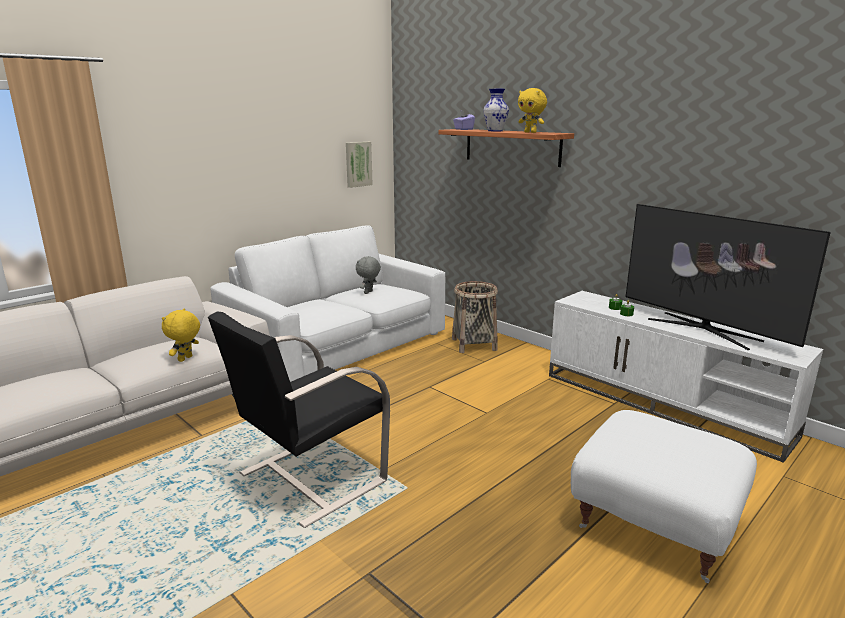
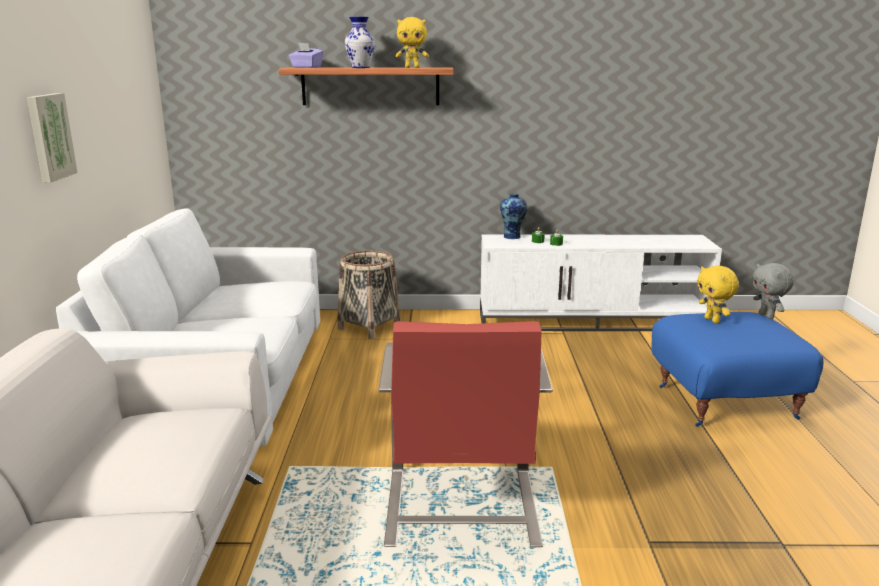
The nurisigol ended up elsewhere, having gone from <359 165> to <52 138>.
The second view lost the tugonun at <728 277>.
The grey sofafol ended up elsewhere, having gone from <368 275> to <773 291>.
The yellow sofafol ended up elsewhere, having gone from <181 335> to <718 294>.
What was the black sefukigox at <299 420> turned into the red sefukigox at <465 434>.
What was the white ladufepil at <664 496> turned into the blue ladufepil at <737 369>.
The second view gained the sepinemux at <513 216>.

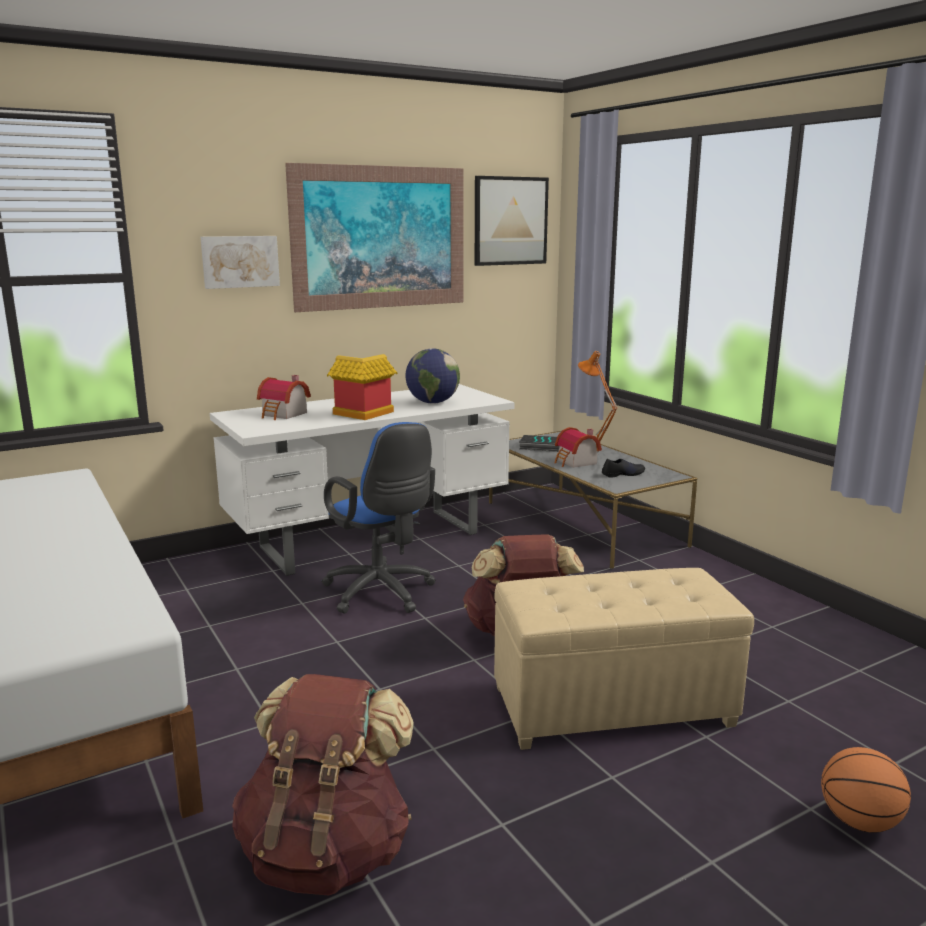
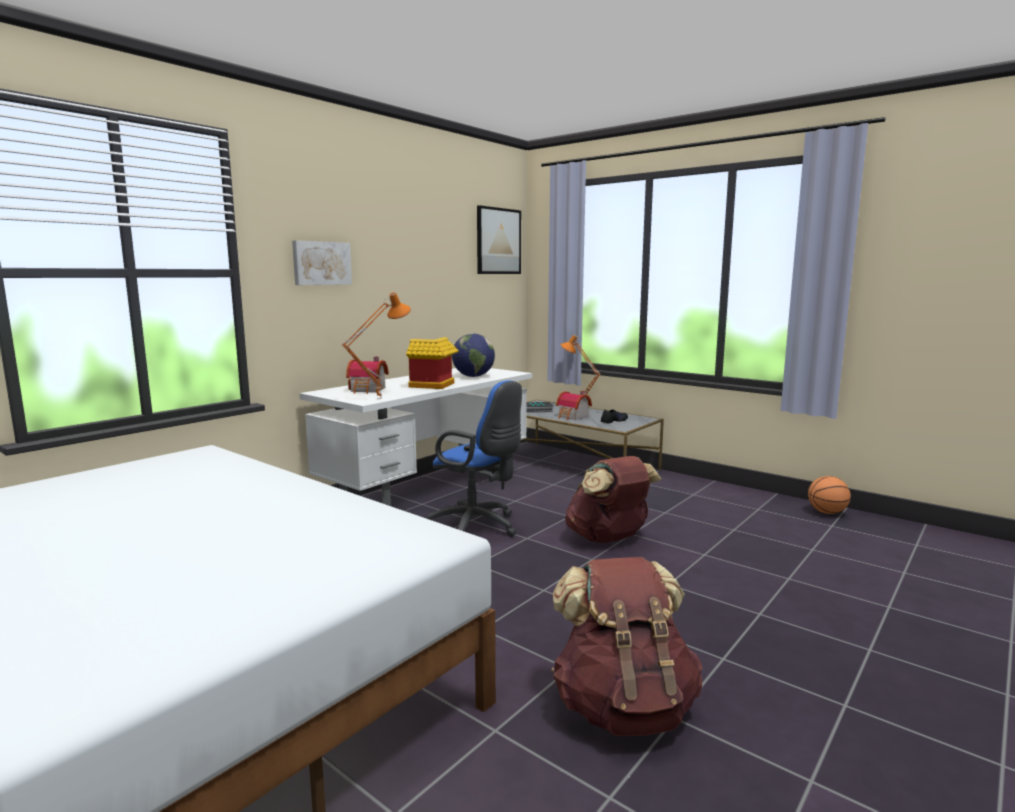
The second view lost the nurisigol at <374 237>.
The second view lost the beige ladufepil at <624 659>.
The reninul ended up elsewhere, having gone from <866 790> to <829 495>.
The second view gained the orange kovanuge at <376 345>.

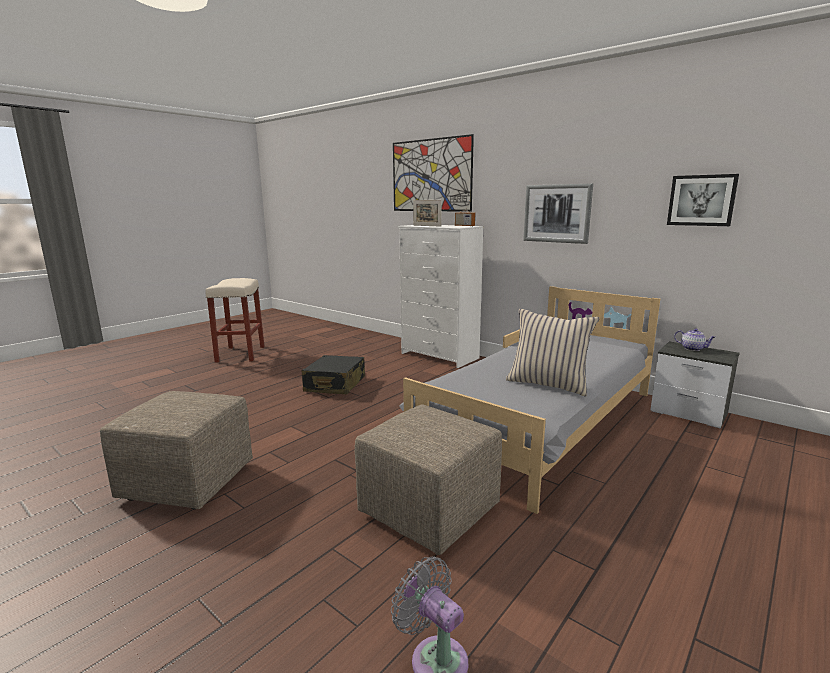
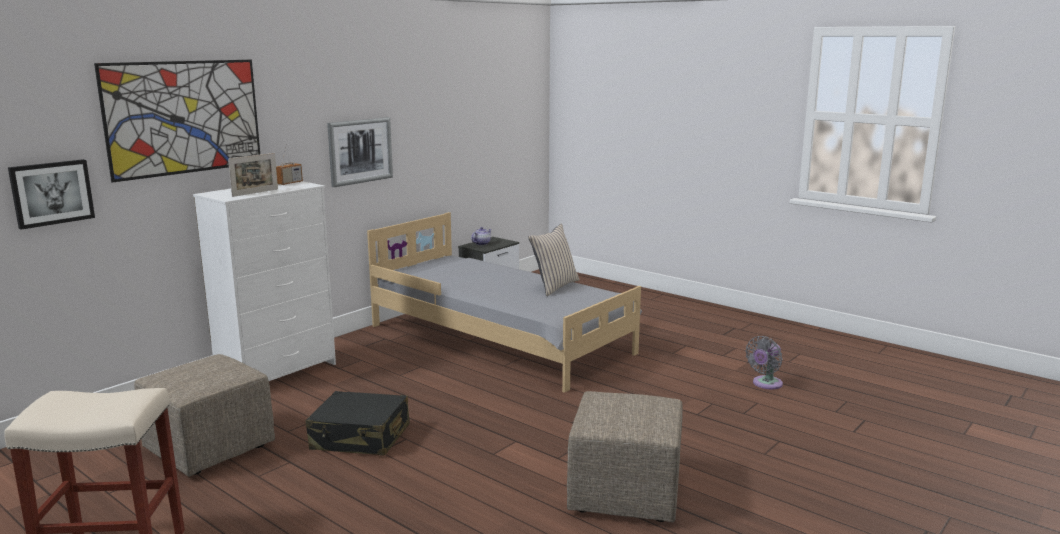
The nurisigol ended up elsewhere, having gone from <703 200> to <51 194>.
The beige ladufepil ended up elsewhere, having gone from <428 480> to <204 415>.

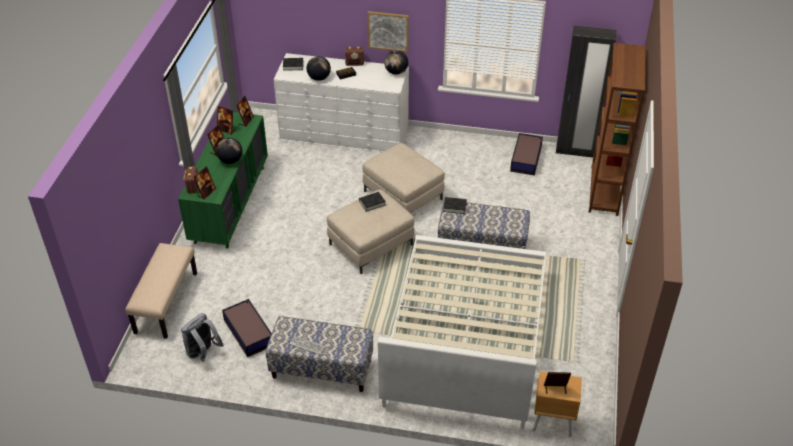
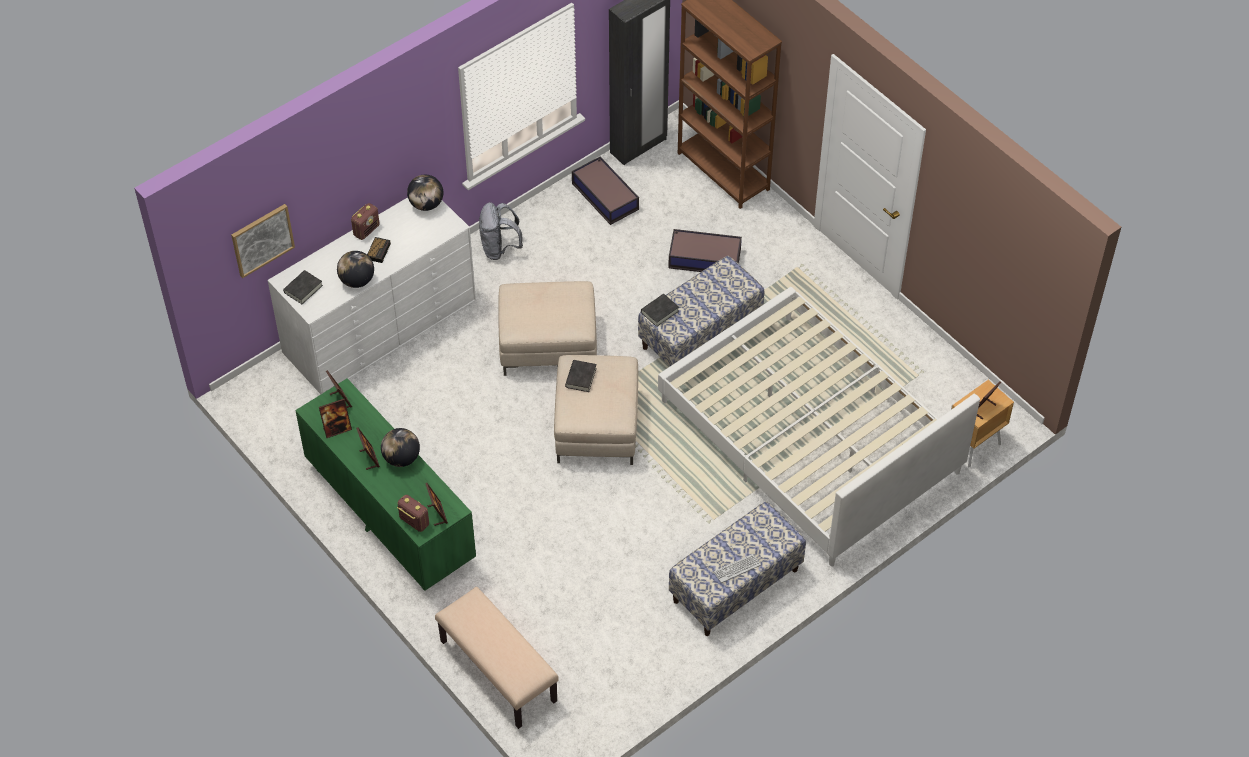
The nurisigol ended up elsewhere, having gone from <388 31> to <263 241>.
The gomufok ended up elsewhere, having gone from <247 328> to <705 250>.
The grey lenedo ended up elsewhere, having gone from <202 337> to <501 231>.

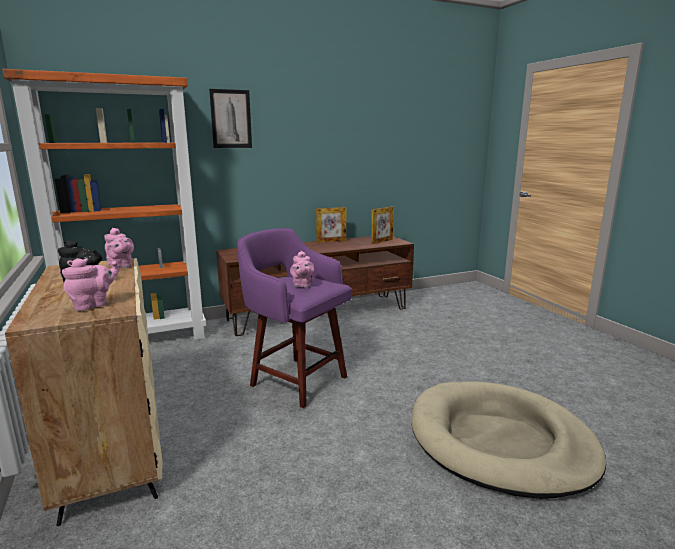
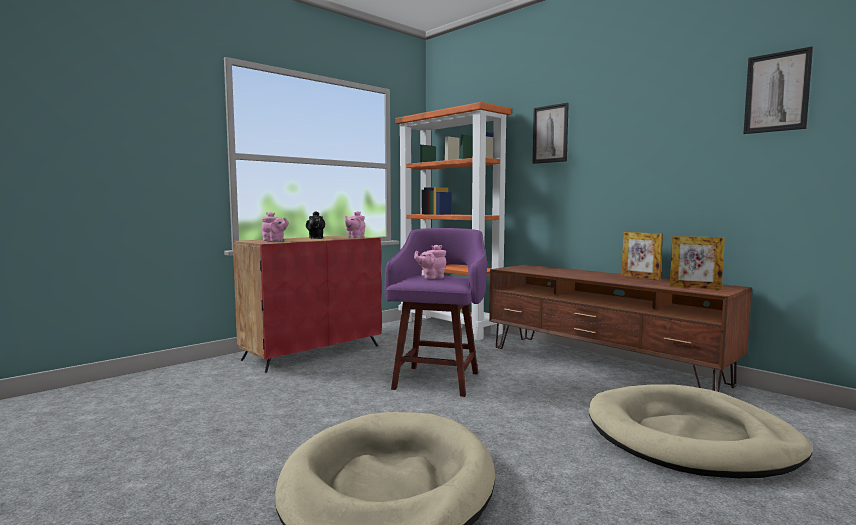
What was the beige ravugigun at <83 392> turned into the red ravugigun at <307 304>.
The second view gained the nurisigol at <778 90>.
The second view gained the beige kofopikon at <700 431>.

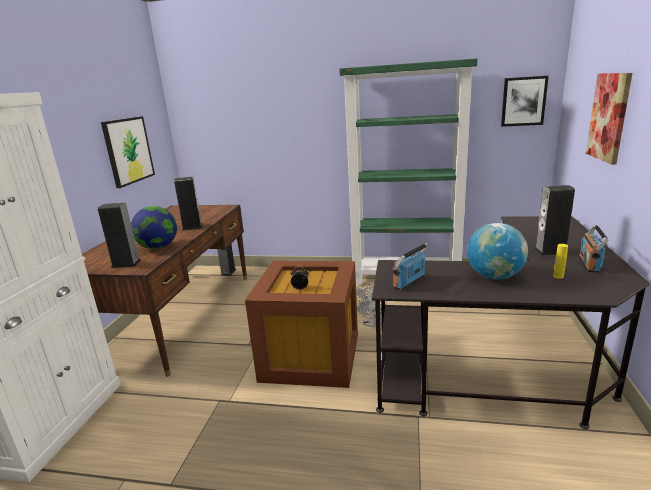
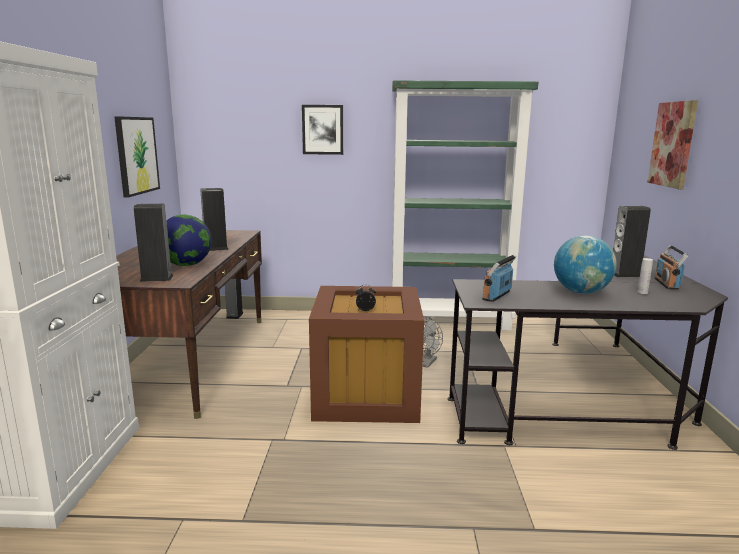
The nurisigol ended up elsewhere, having gone from <525 101> to <322 130>.
What was the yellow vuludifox at <560 261> turned into the white vuludifox at <645 276>.

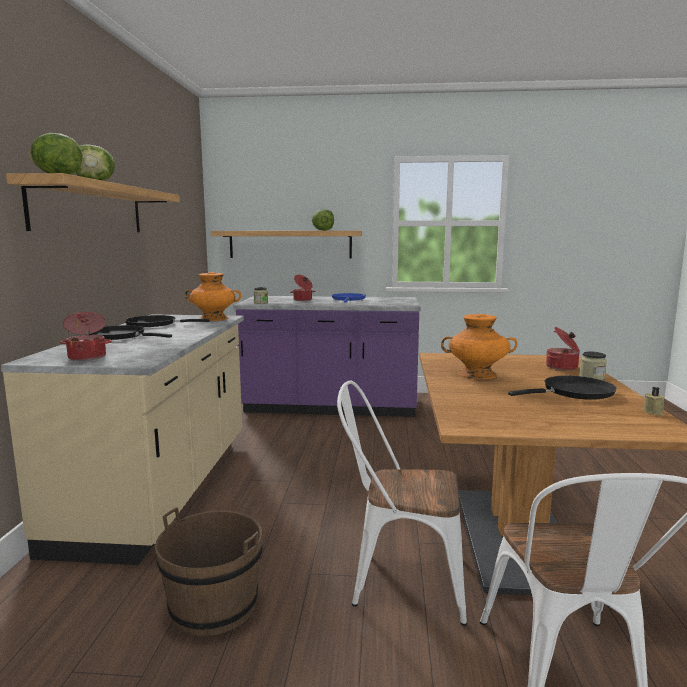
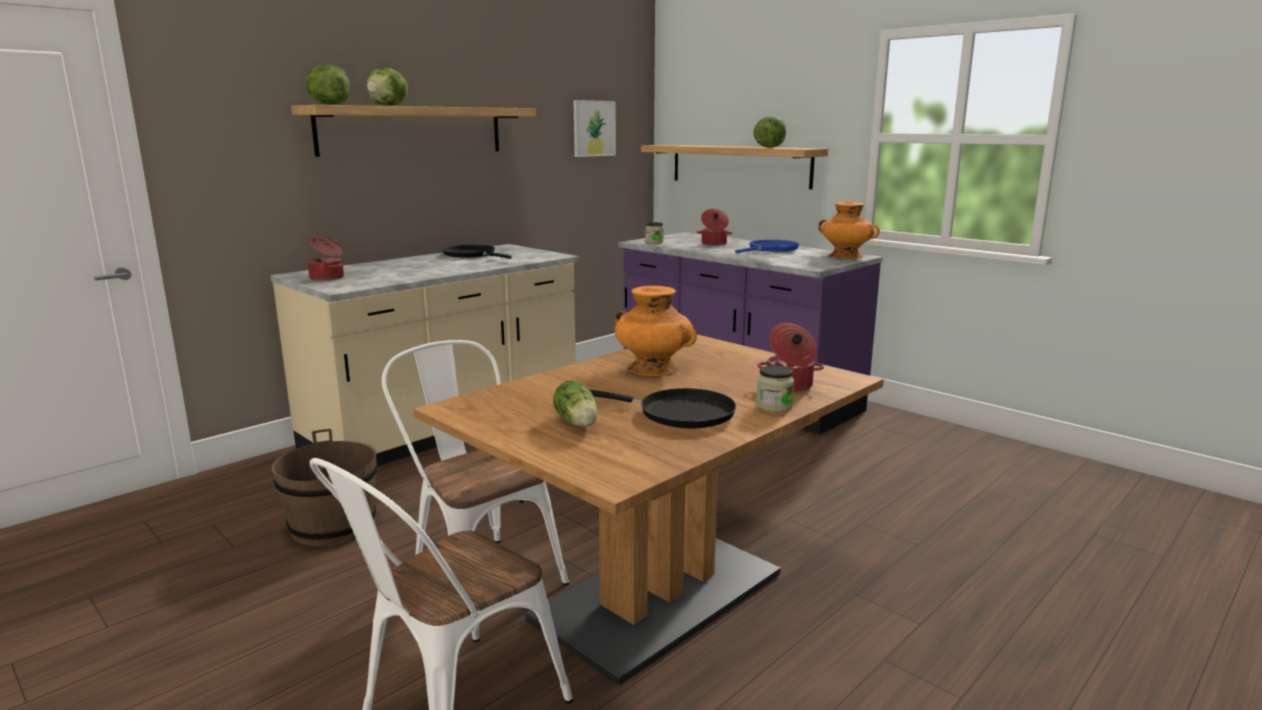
The orange sepinemux ended up elsewhere, having gone from <212 296> to <849 230>.
The second view lost the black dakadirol at <130 332>.
The second view lost the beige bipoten at <654 401>.
The second view gained the nurisigol at <594 128>.
The second view gained the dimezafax at <575 403>.

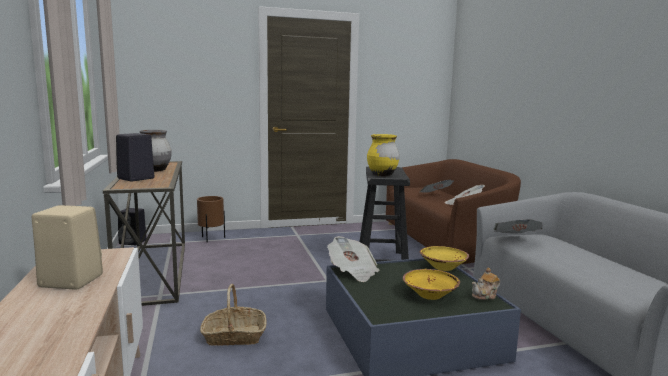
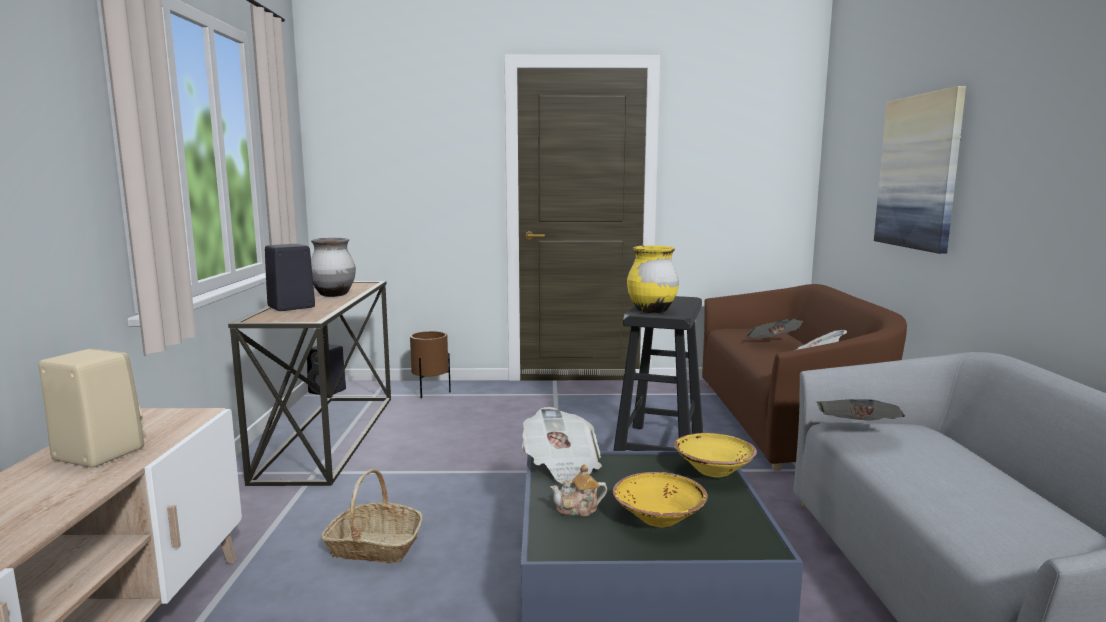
The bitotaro ended up elsewhere, having gone from <486 284> to <578 490>.
The second view gained the nurisigol at <920 170>.

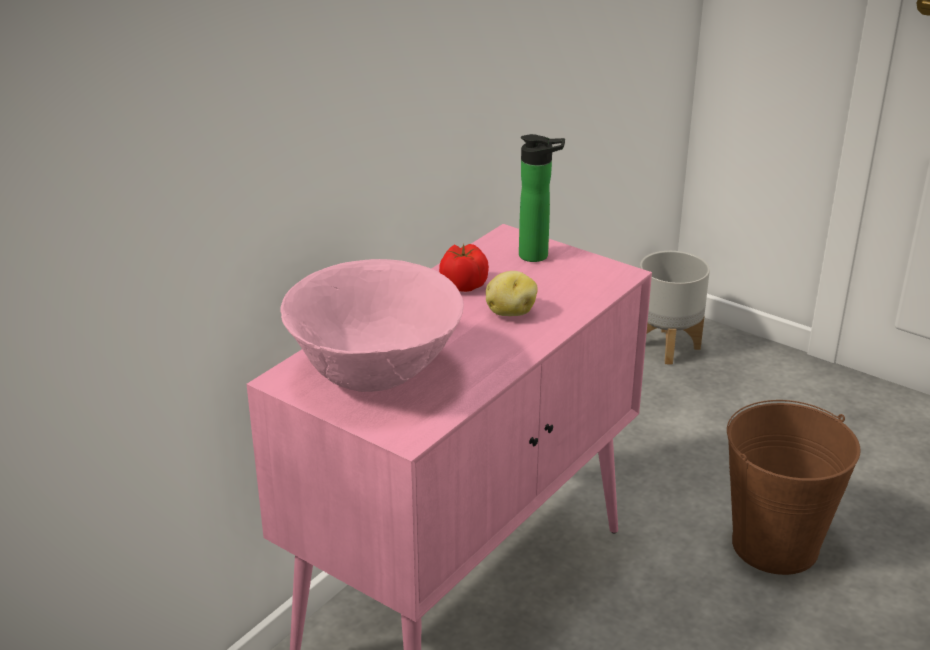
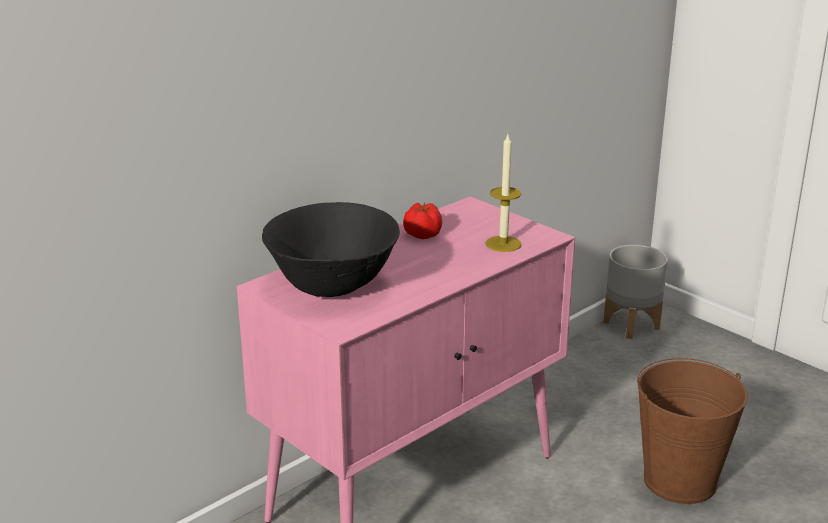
The second view lost the vuludifox at <542 198>.
What was the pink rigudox at <372 325> turned into the black rigudox at <331 249>.
The second view lost the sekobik at <511 293>.
The second view gained the bipoten at <504 193>.

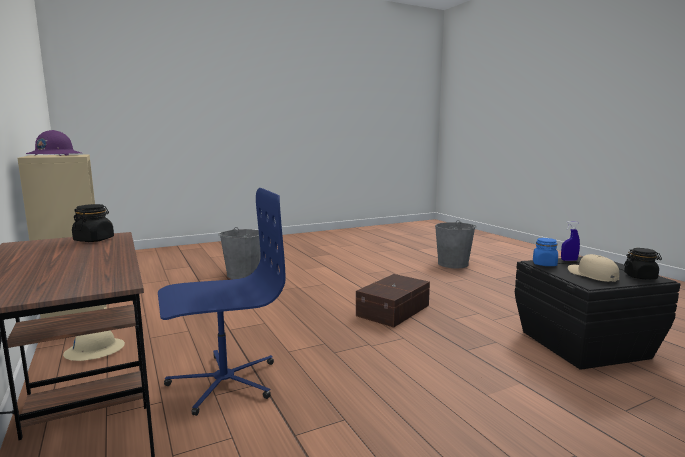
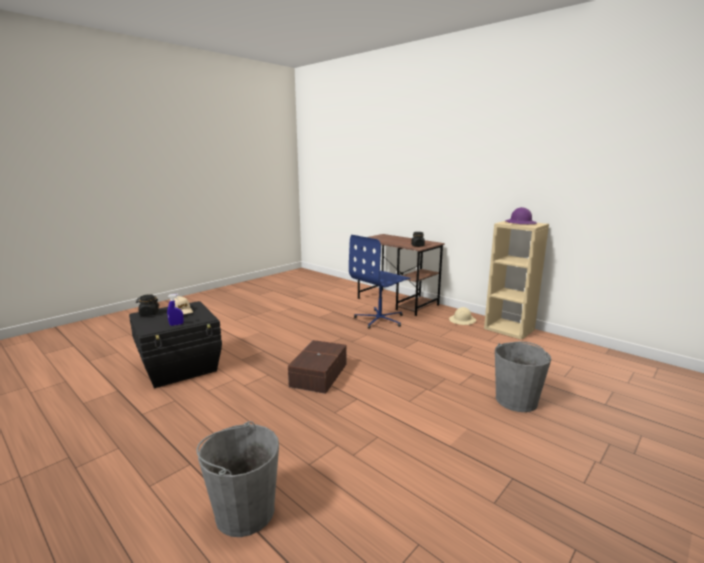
The second view lost the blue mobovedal at <545 252>.

